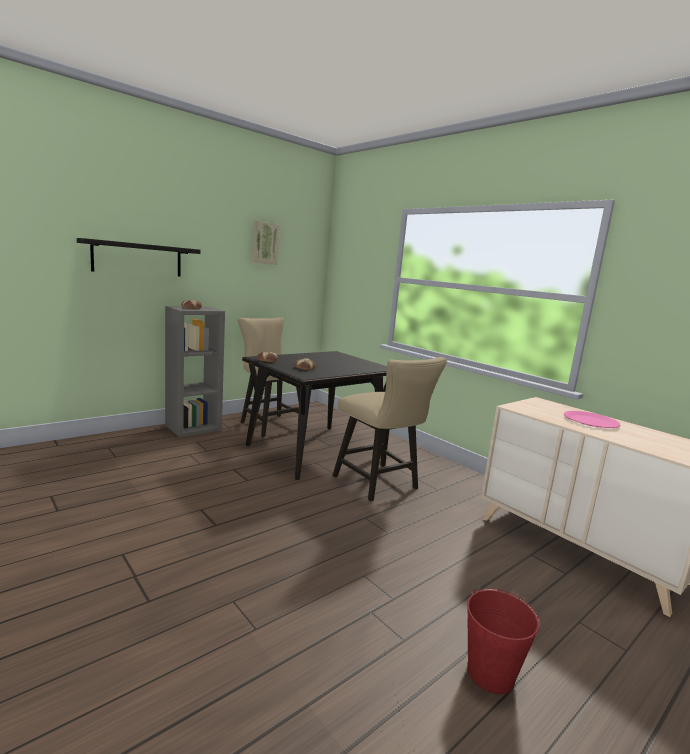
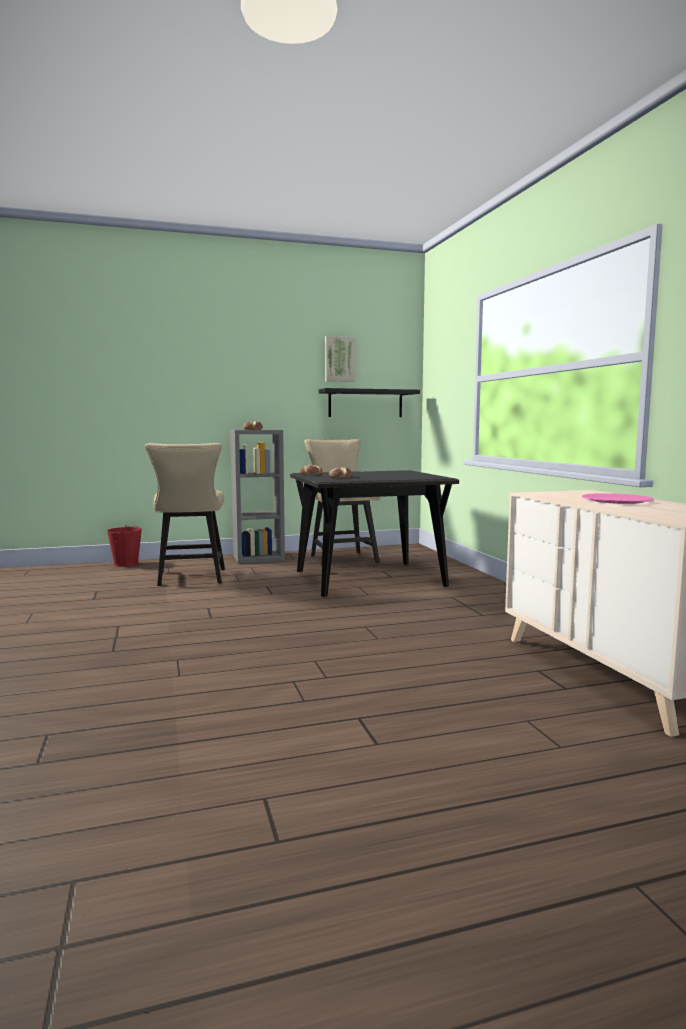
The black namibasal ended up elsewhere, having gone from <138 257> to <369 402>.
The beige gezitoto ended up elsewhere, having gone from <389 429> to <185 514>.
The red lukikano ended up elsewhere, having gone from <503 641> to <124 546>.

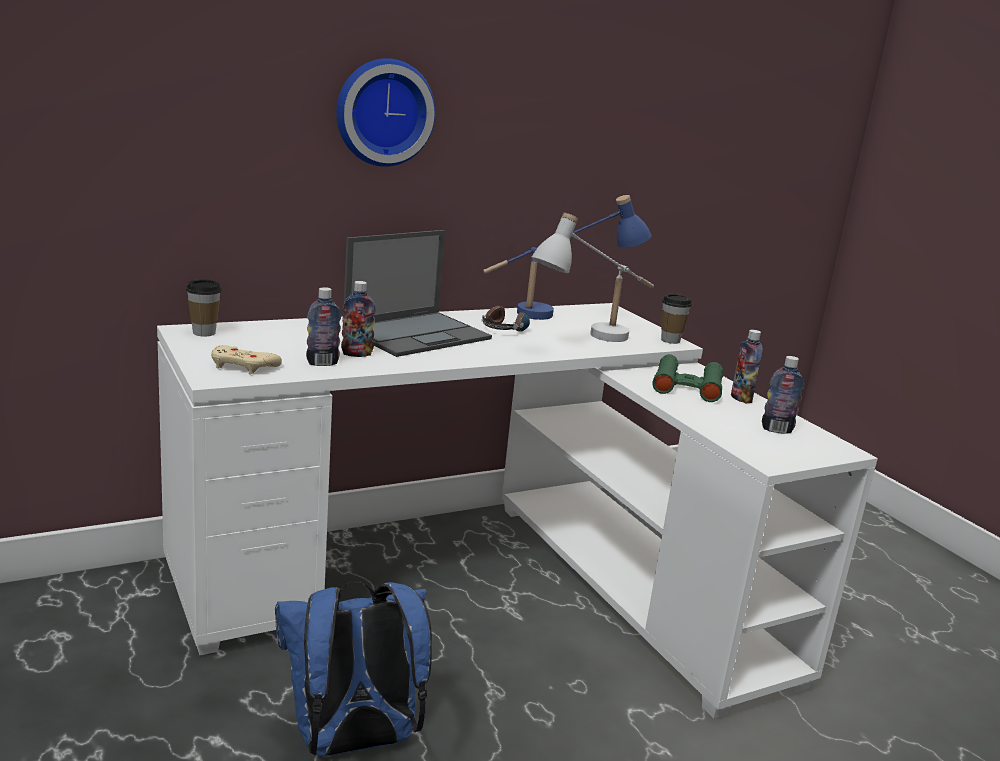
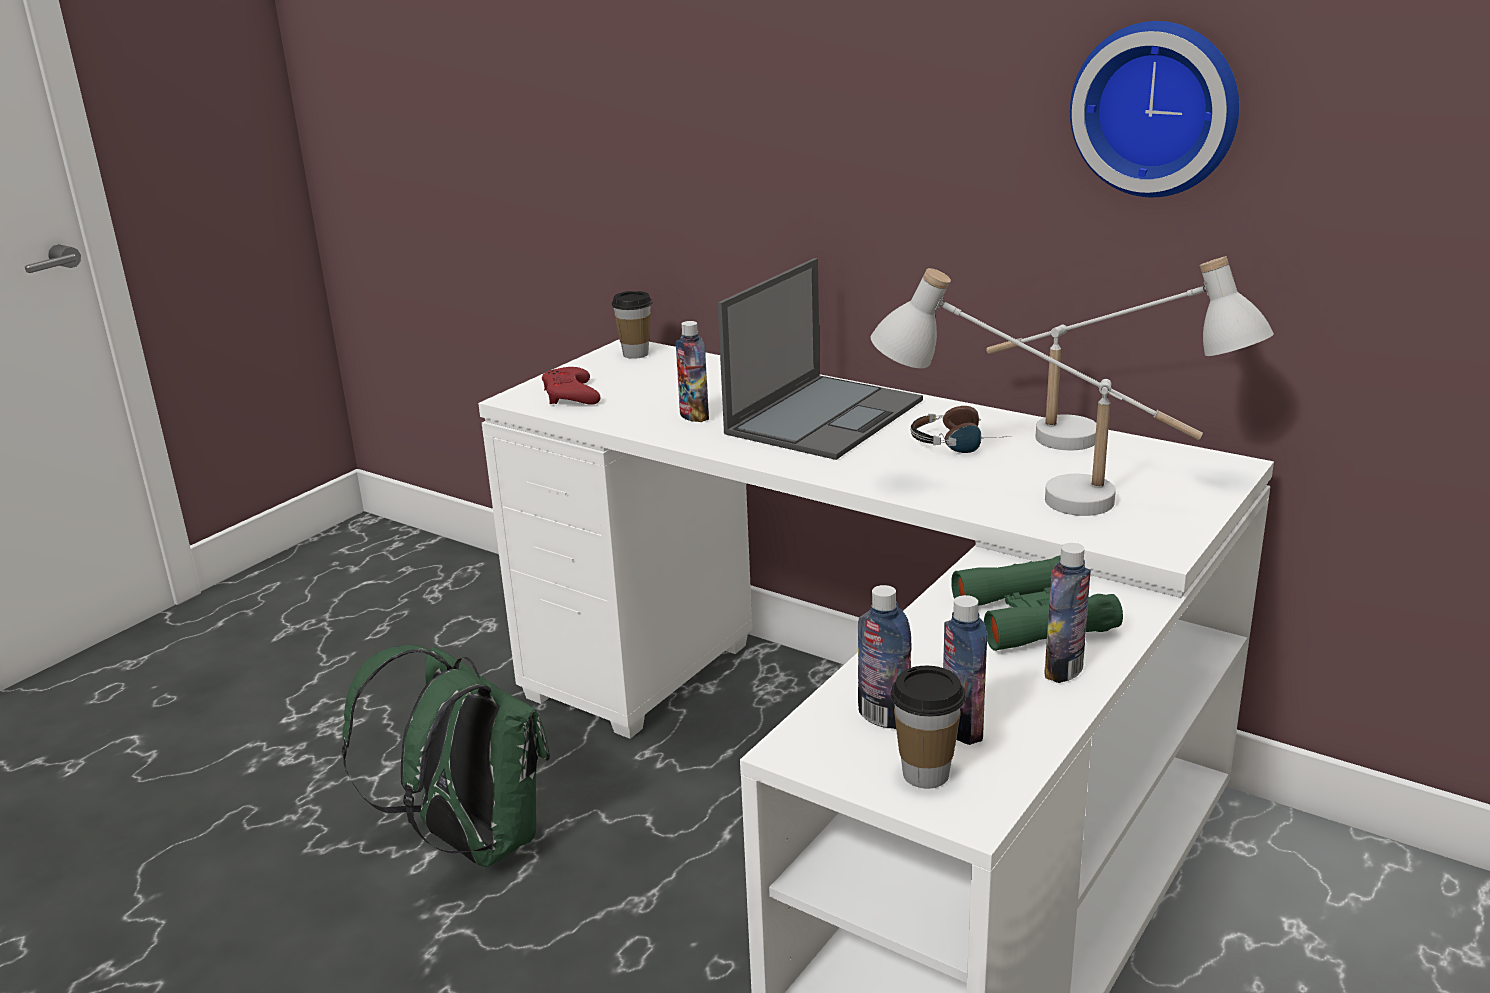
The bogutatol ended up elsewhere, having gone from <385 112> to <1154 109>.
What was the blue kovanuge at <567 257> turned into the white kovanuge at <1130 353>.
The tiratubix at <417 293> ended up facing another way, 75 degrees counterclockwise from before.
The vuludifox ended up elsewhere, having gone from <323 326> to <884 657>.
The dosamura ended up elsewhere, having gone from <676 319> to <928 727>.
What was the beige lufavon at <246 359> turned into the red lufavon at <571 386>.
What was the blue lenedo at <353 668> turned into the green lenedo at <446 756>.

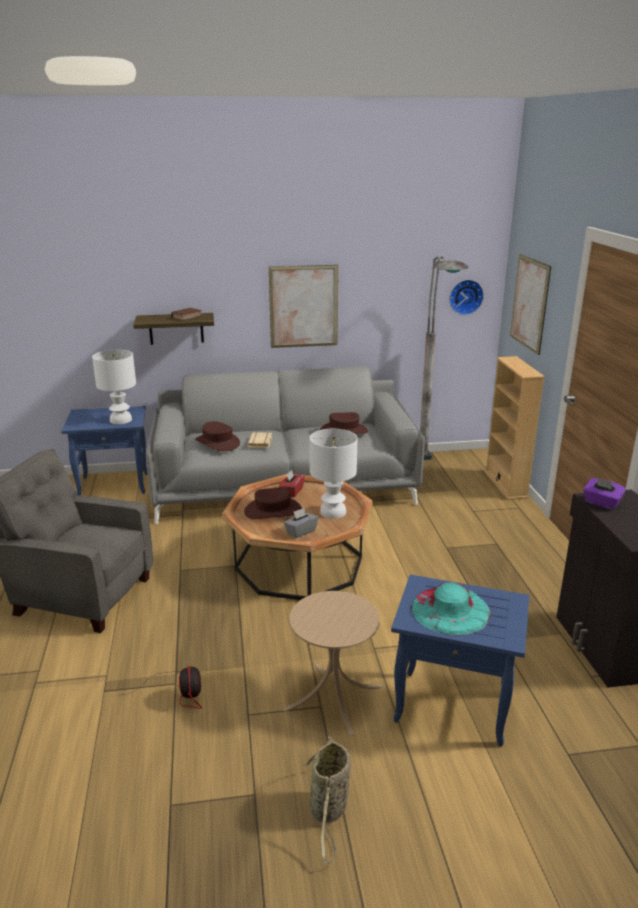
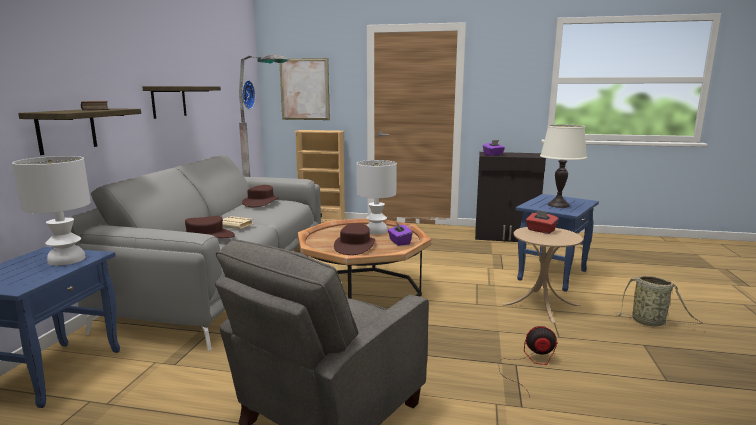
Where the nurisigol hung at <303 306>, the namibasal came to hang at <181 102>.
The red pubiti ended up elsewhere, having gone from <292 483> to <542 222>.
What was the grey pubiti at <301 523> turned into the purple pubiti at <400 234>.
Where the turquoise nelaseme stood at <451 609>, the white kovanuge came to stand at <563 166>.

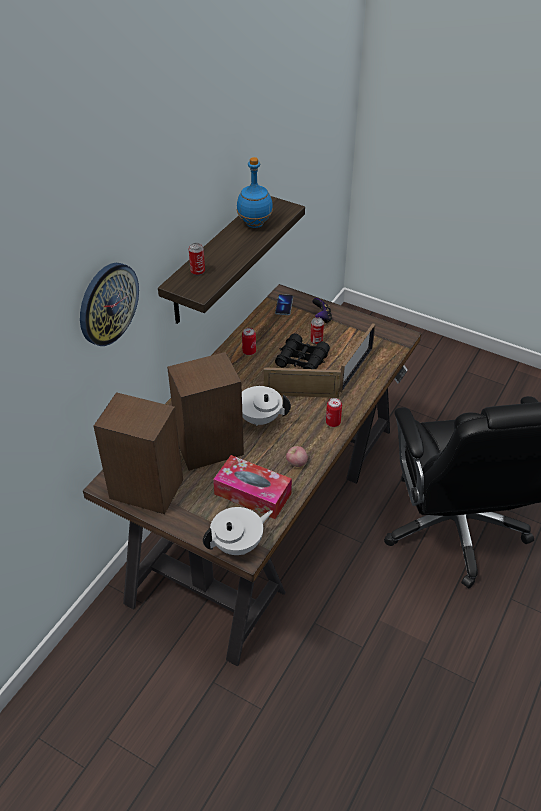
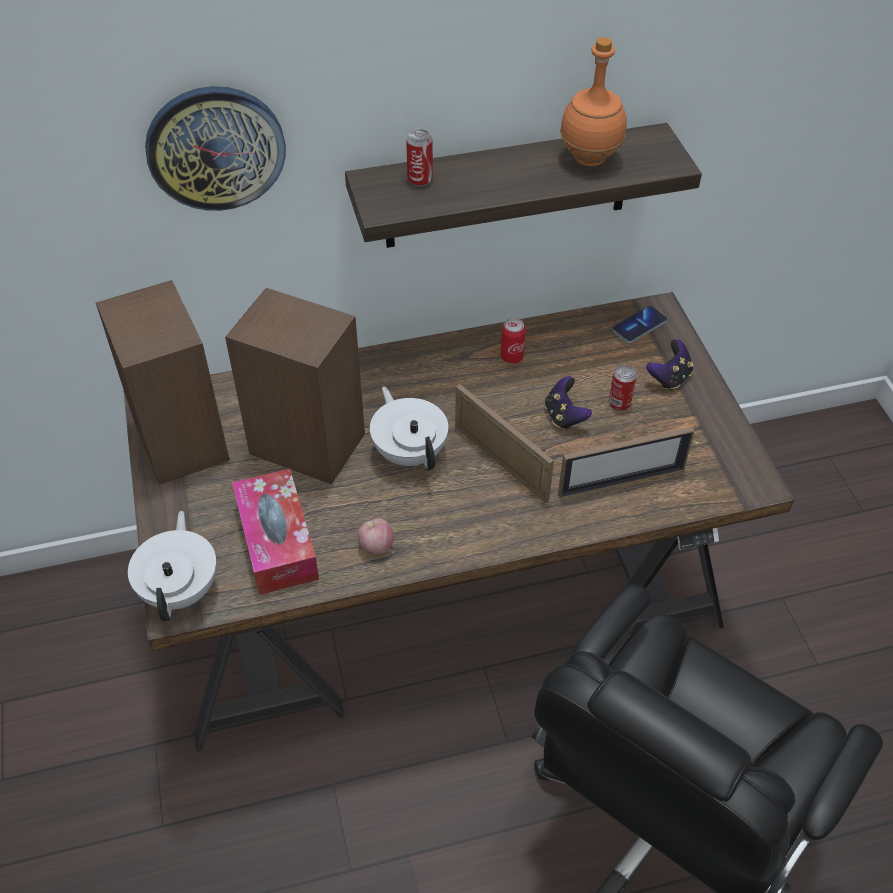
What was the blue vuludifox at <255 192> turned into the orange vuludifox at <593 101>.
Where the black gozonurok stood at <302 351>, the lufavon came to stand at <568 403>.
The second view lost the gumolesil at <334 412>.
The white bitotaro at <238 531> ended up facing another way, 105 degrees counterclockwise from before.

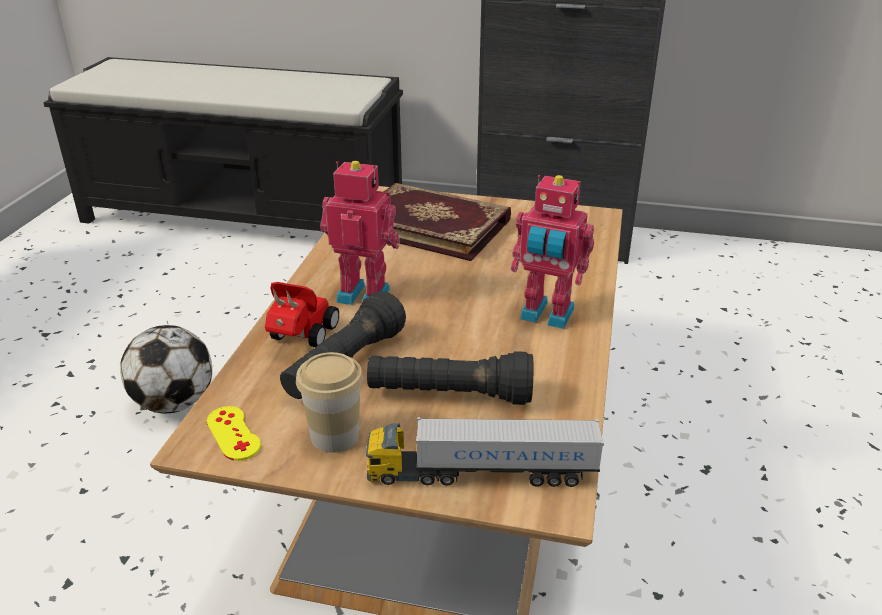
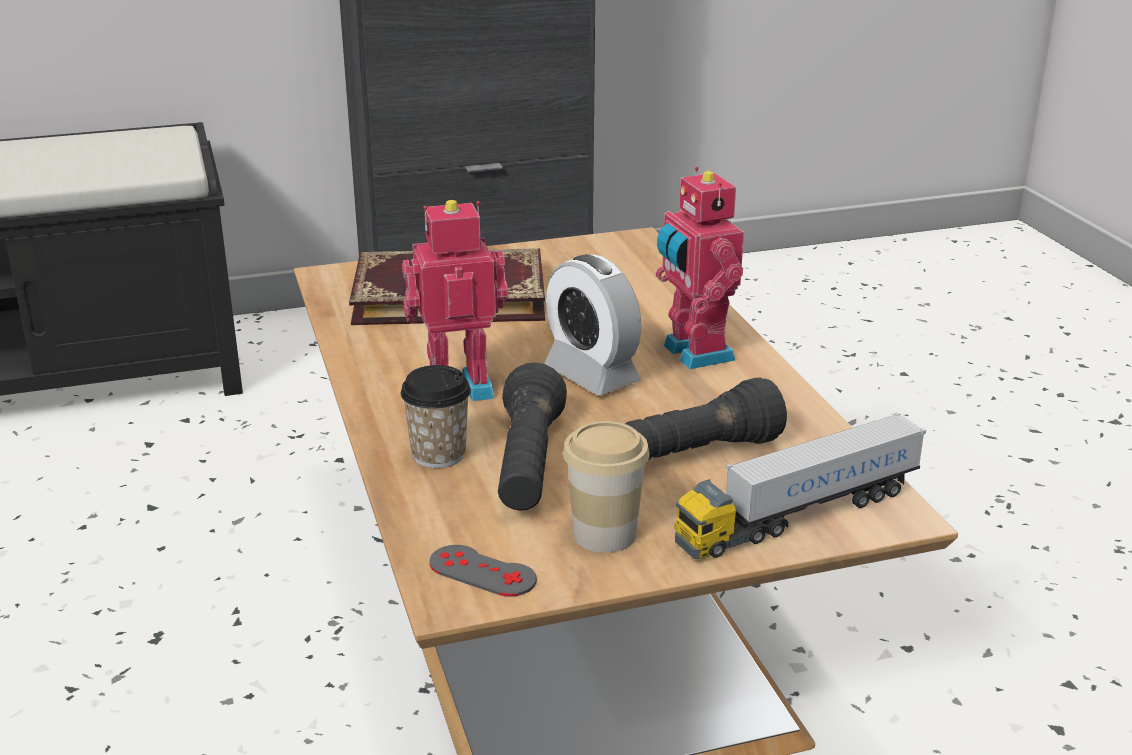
The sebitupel at <552 252> ended up facing another way, 75 degrees clockwise from before.
Where the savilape stood at <302 314>, the dosamura came to stand at <435 416>.
The second view lost the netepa at <166 369>.
What was the yellow lufavon at <234 433> turned into the grey lufavon at <483 571>.
The second view gained the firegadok at <592 324>.

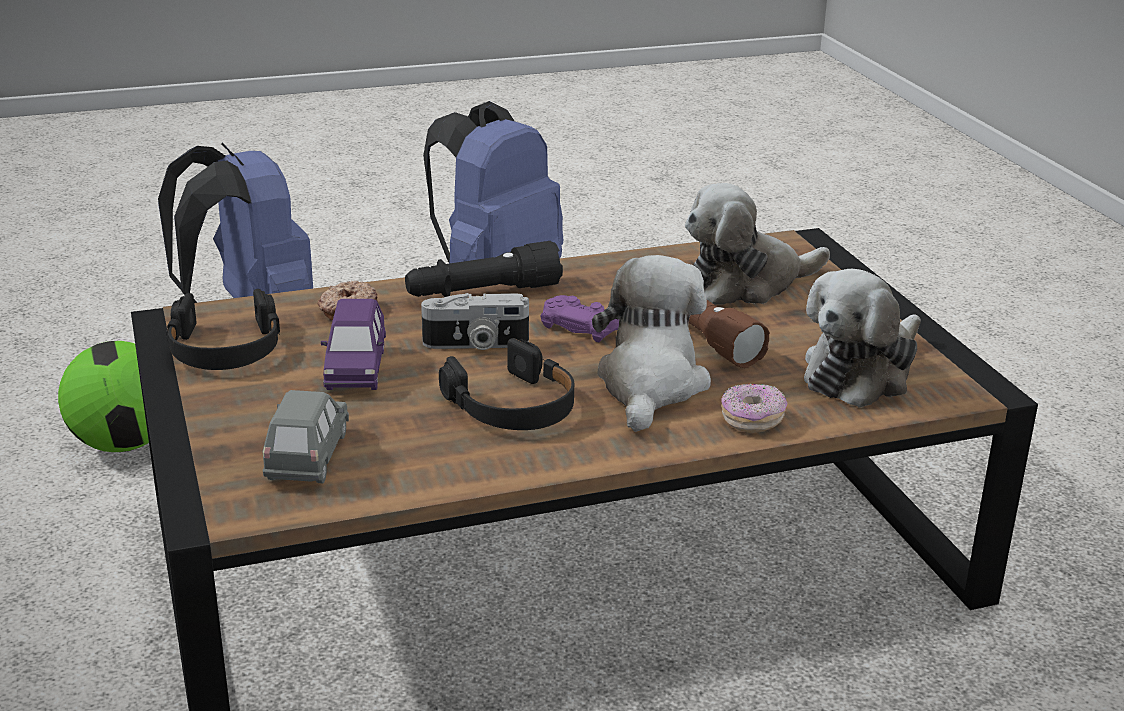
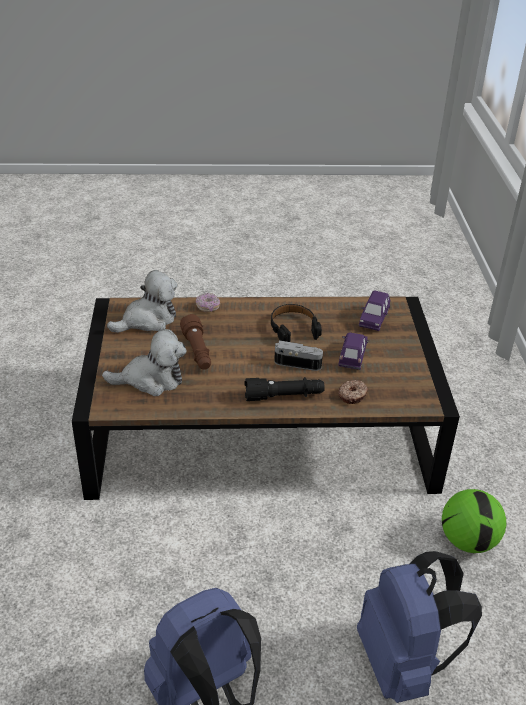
The second view lost the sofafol at <651 343>.
The second view lost the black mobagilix at <223 329>.
The second view lost the purple lufavon at <579 319>.
What was the grey savilape at <306 436> turned into the purple savilape at <374 310>.

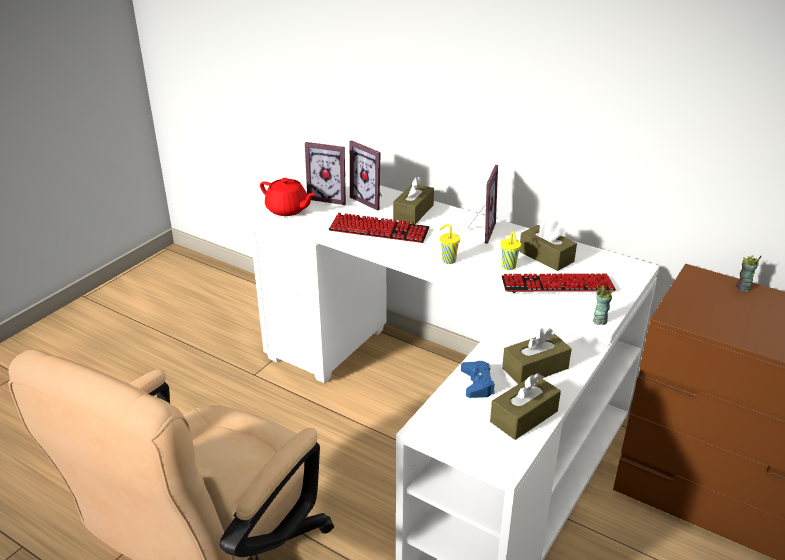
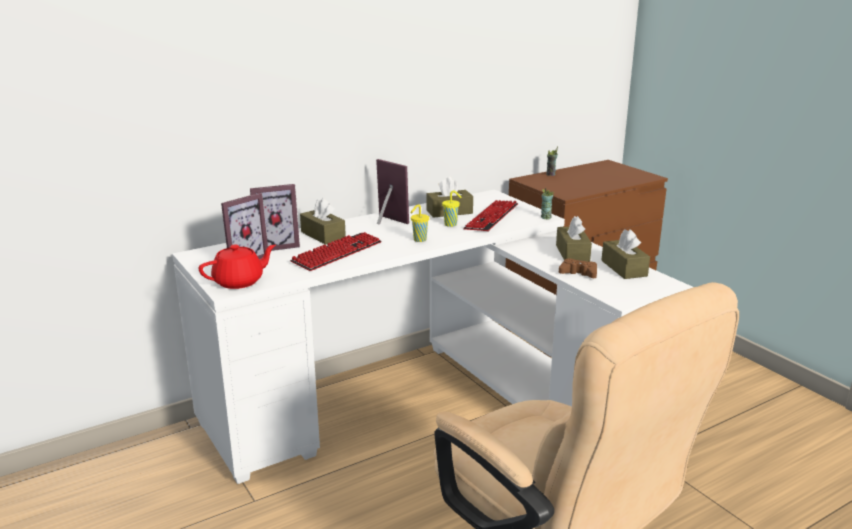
What was the blue lufavon at <478 379> turned into the brown lufavon at <578 268>.

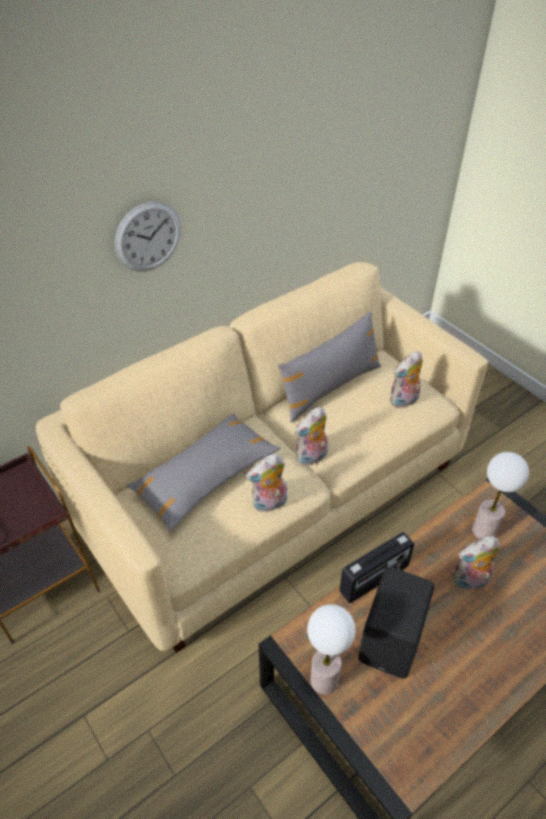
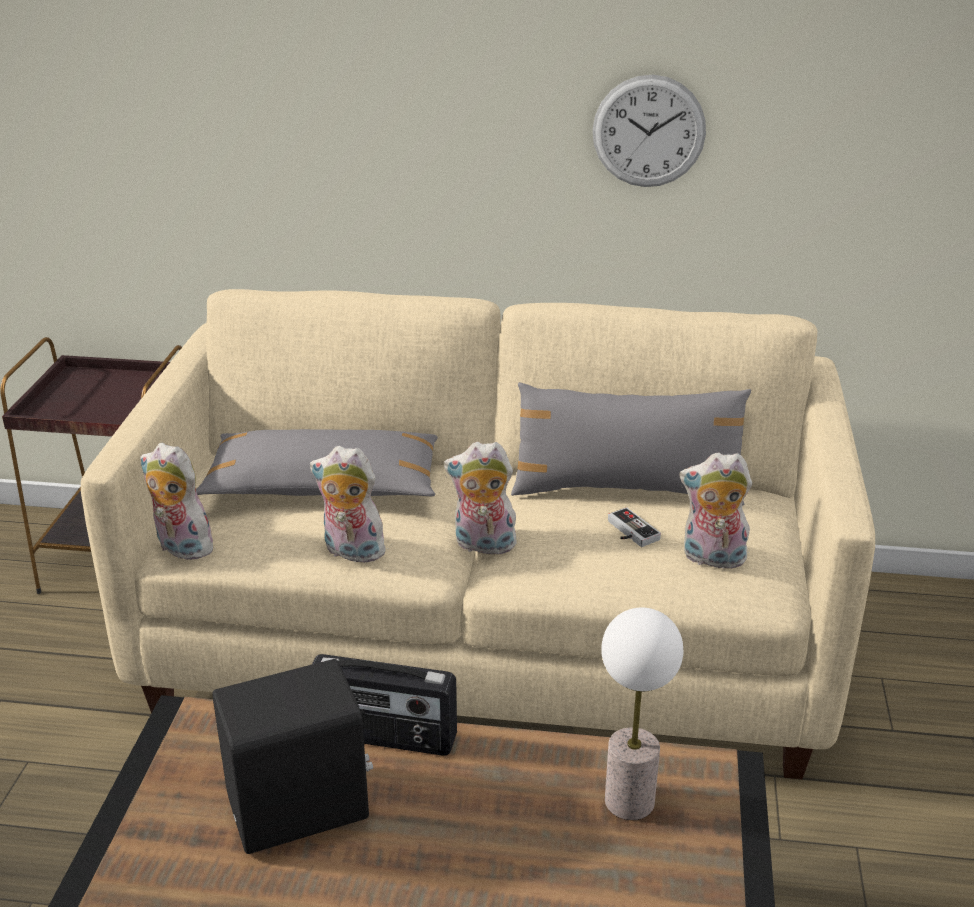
The bogutatol ended up elsewhere, having gone from <148 236> to <649 131>.
The sofafol ended up elsewhere, having gone from <476 563> to <176 501>.
The second view lost the kovanuge at <331 649>.
The second view gained the lufavon at <634 527>.

